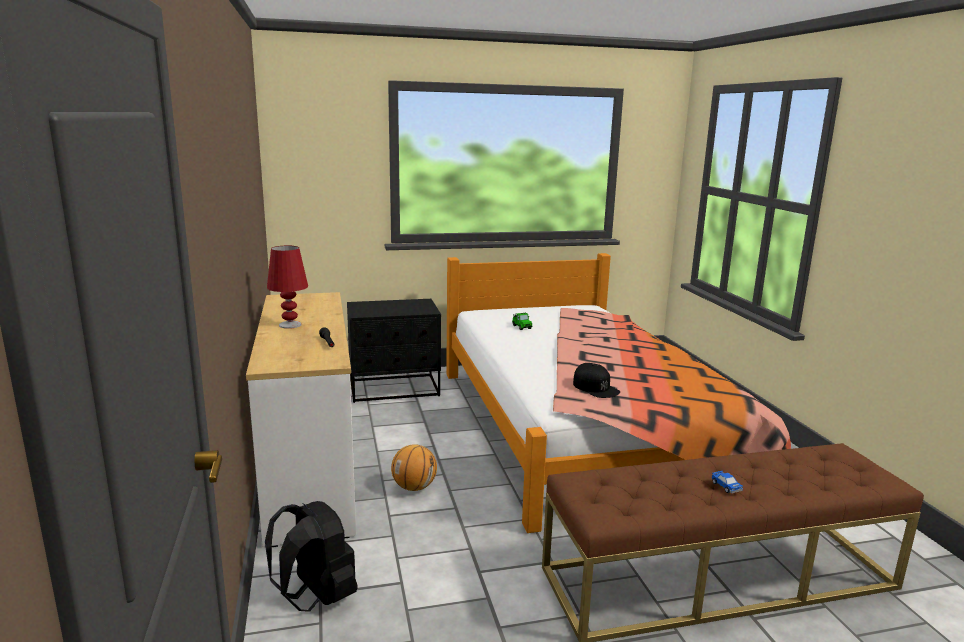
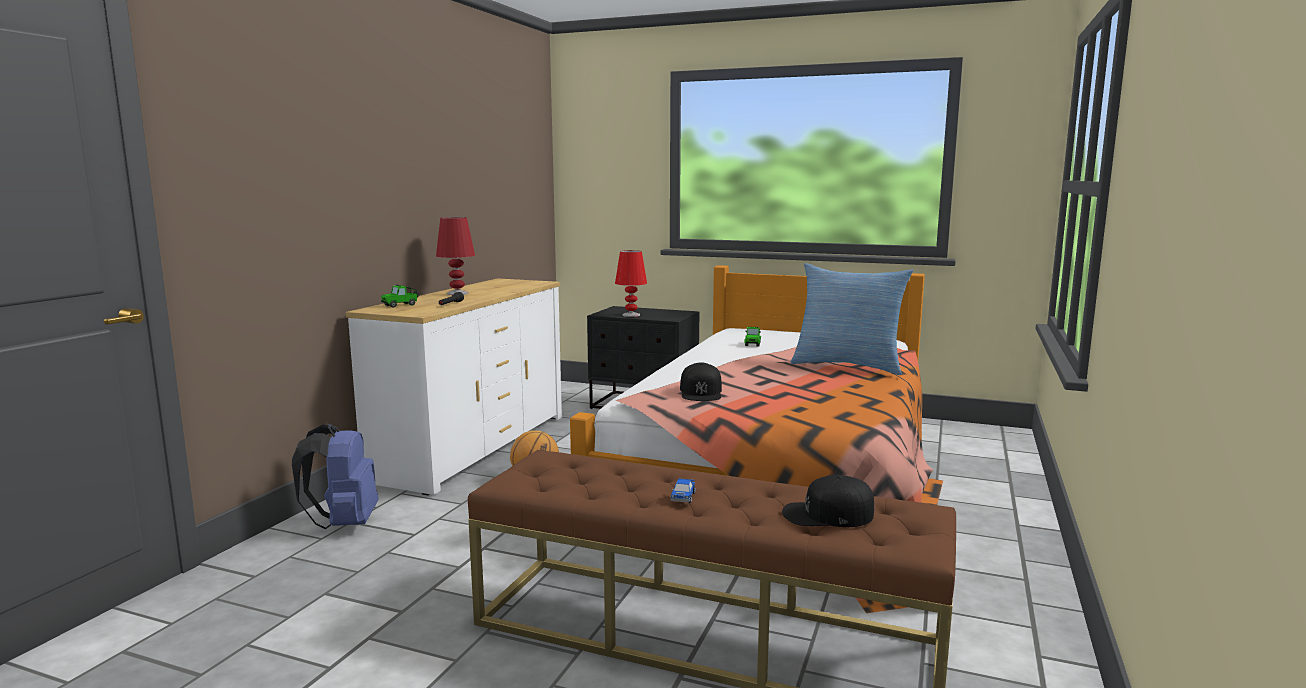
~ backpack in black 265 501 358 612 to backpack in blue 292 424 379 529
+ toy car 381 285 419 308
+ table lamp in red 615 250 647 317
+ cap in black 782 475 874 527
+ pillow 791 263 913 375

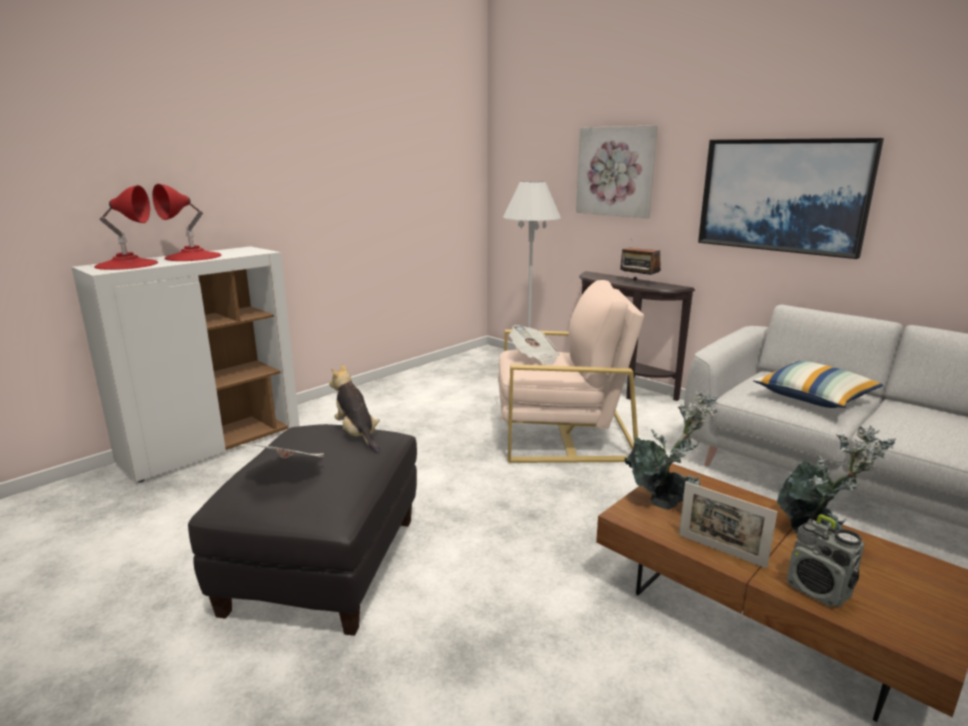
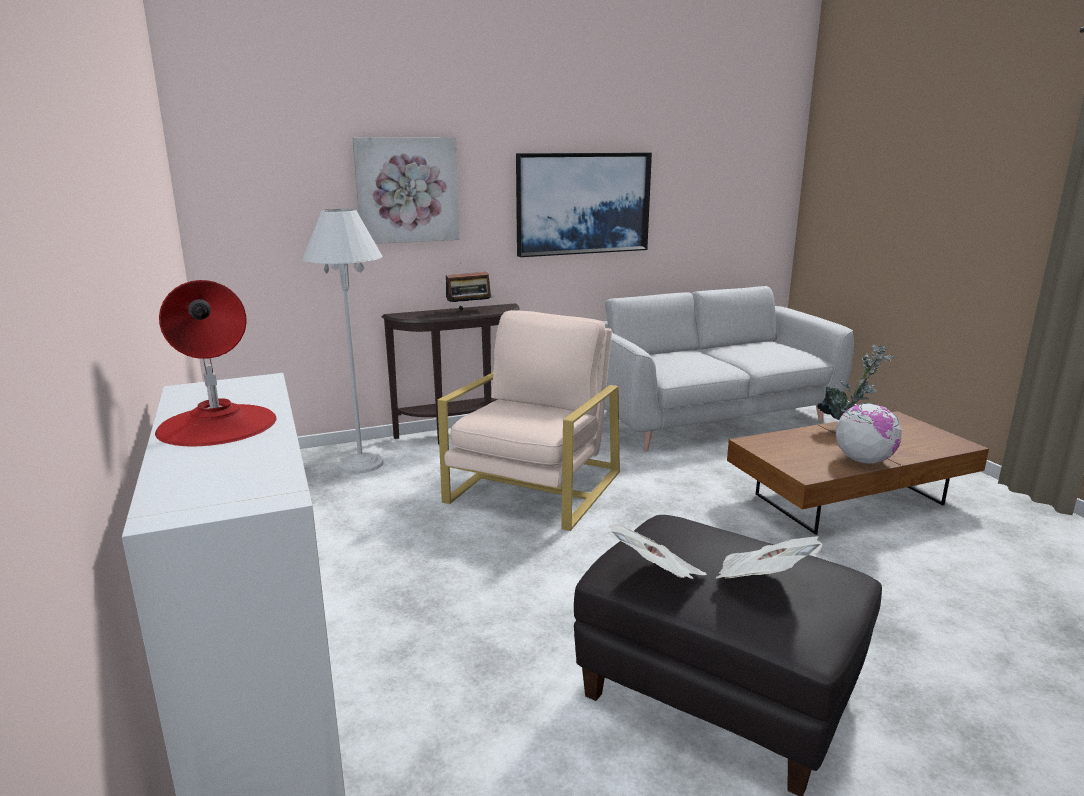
~ newspaper 509 325 560 366 to 608 525 707 579
~ picture frame 679 482 777 569 to globe 836 403 902 464
- table lamp in red 94 185 158 270
- plush toy 329 364 380 453
- potted plant 625 390 718 510
- pillow 753 361 883 408
- radio 787 514 865 607

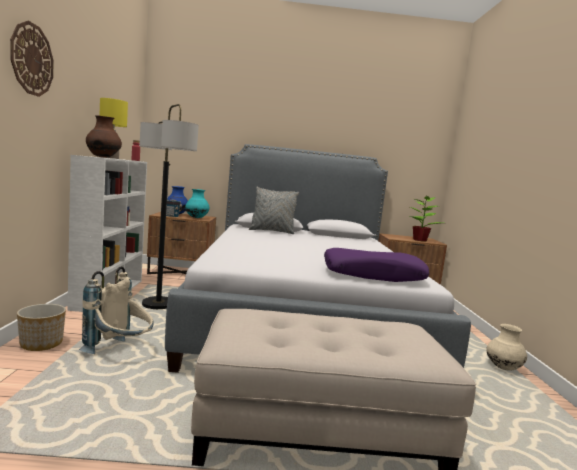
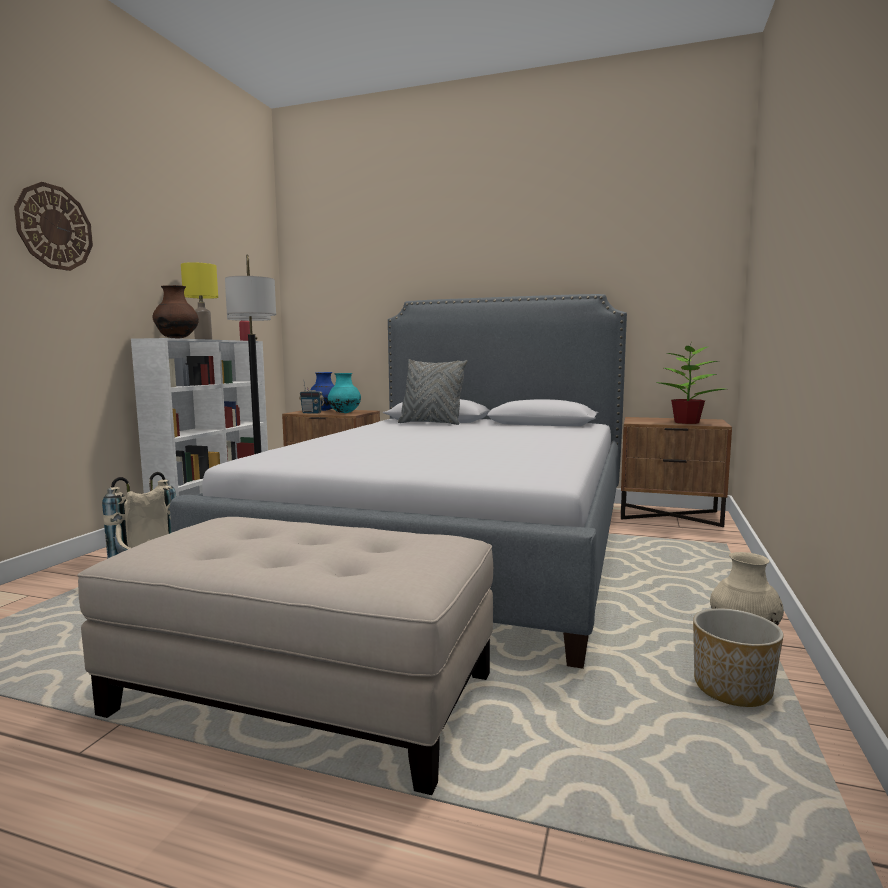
~ planter 17 304 66 351 to 693 608 784 707
- pillow in purple 324 248 429 282

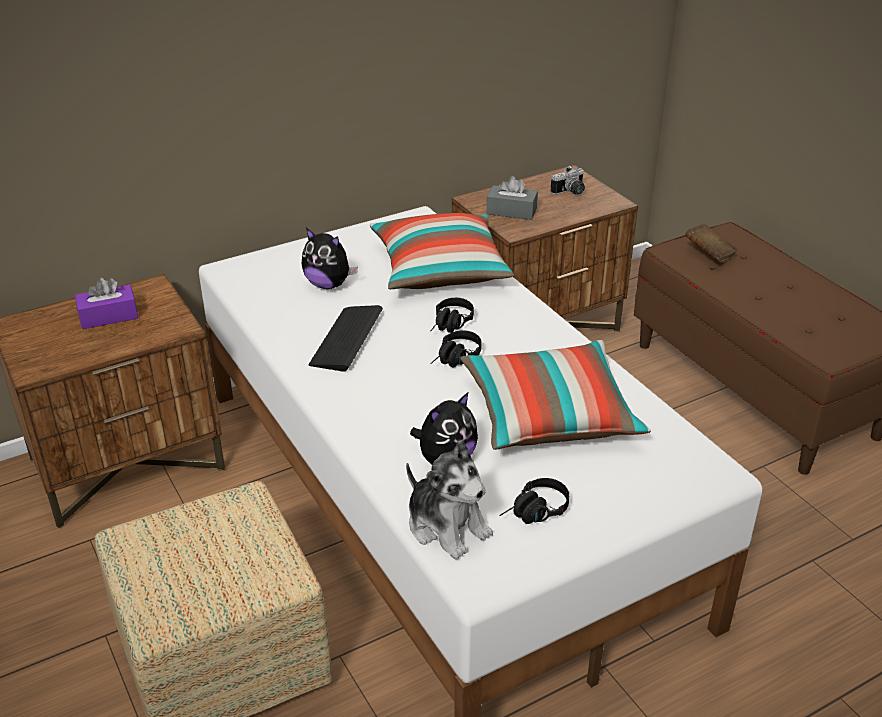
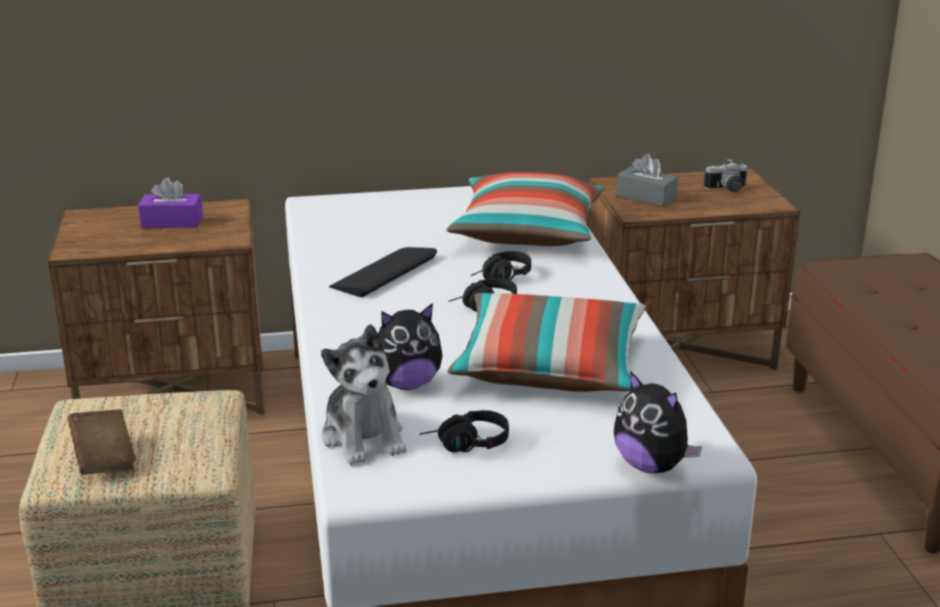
~ book in brown 685 224 738 263 to 68 409 136 474
~ plush toy 302 228 358 289 to 614 371 702 473

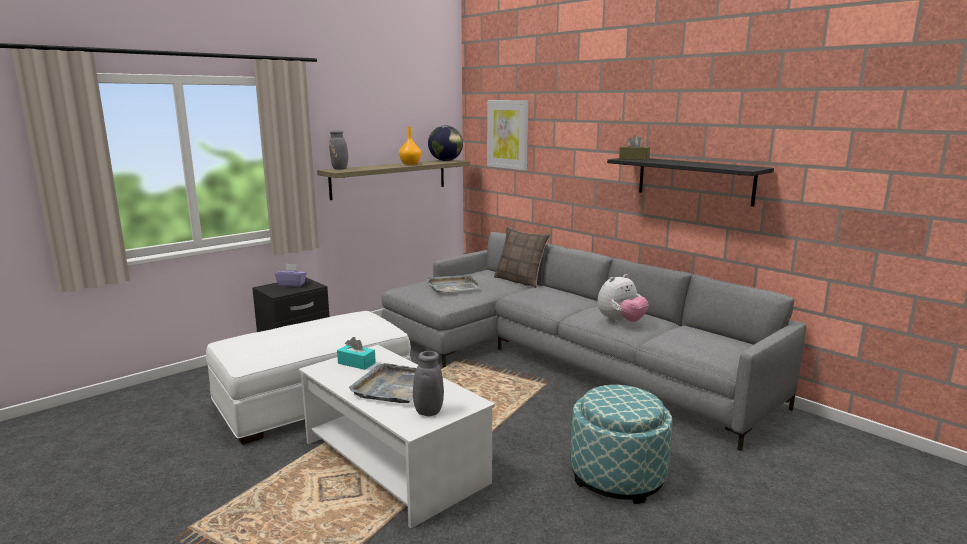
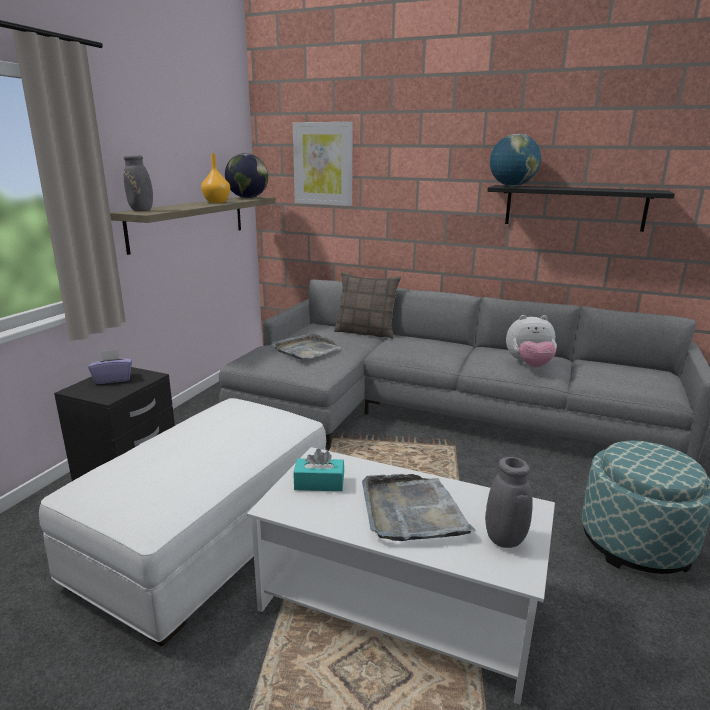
~ tissue box in brown 619 135 650 160 to globe 490 134 541 187
~ plush toy 597 274 649 322 = 506 315 557 367 60 degrees clockwise

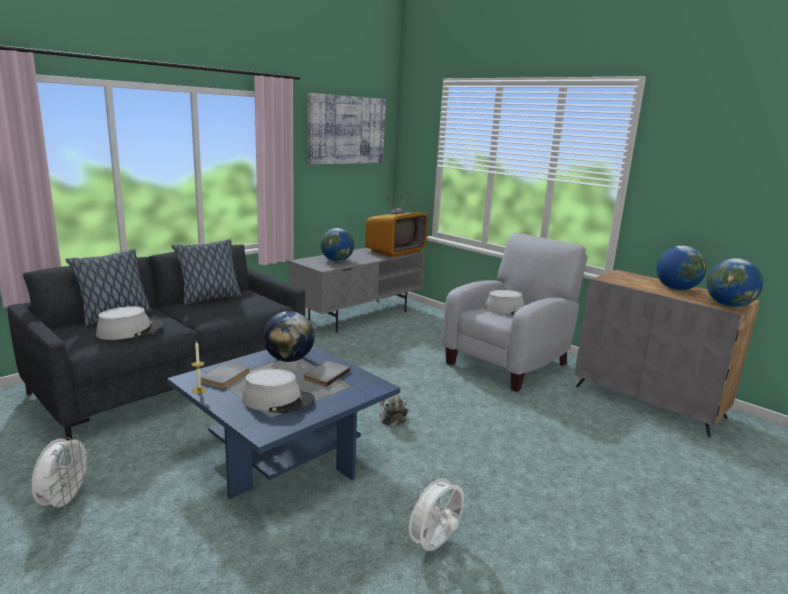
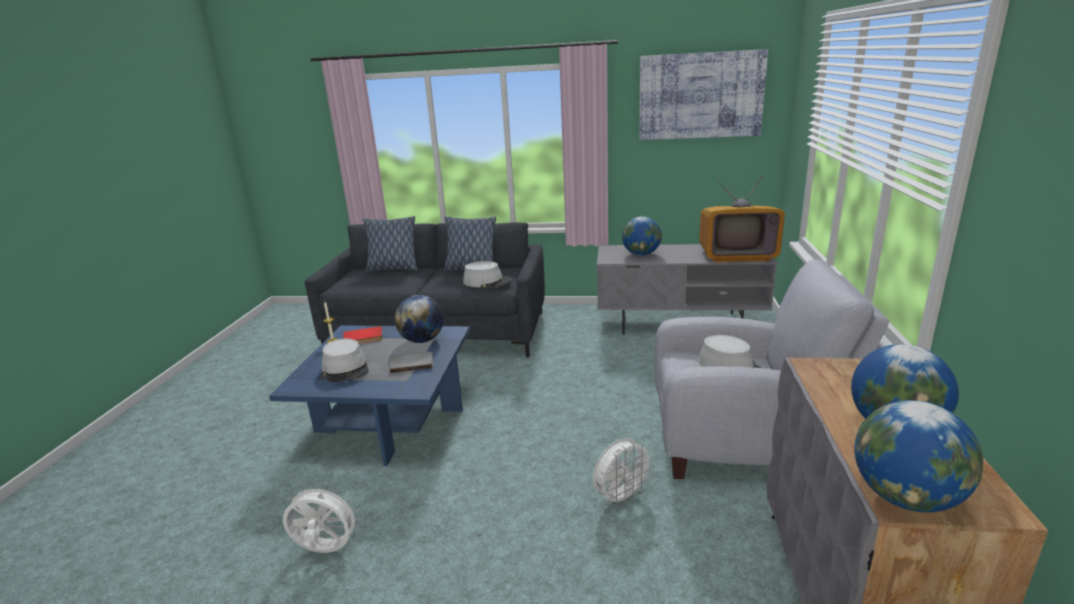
~ book in grey 201 362 250 389 to book in red 343 326 383 344
~ hat in grey 96 306 164 340 to 463 261 512 288
~ fan in white 32 435 92 512 to 593 438 655 508
- plush toy 380 394 408 427

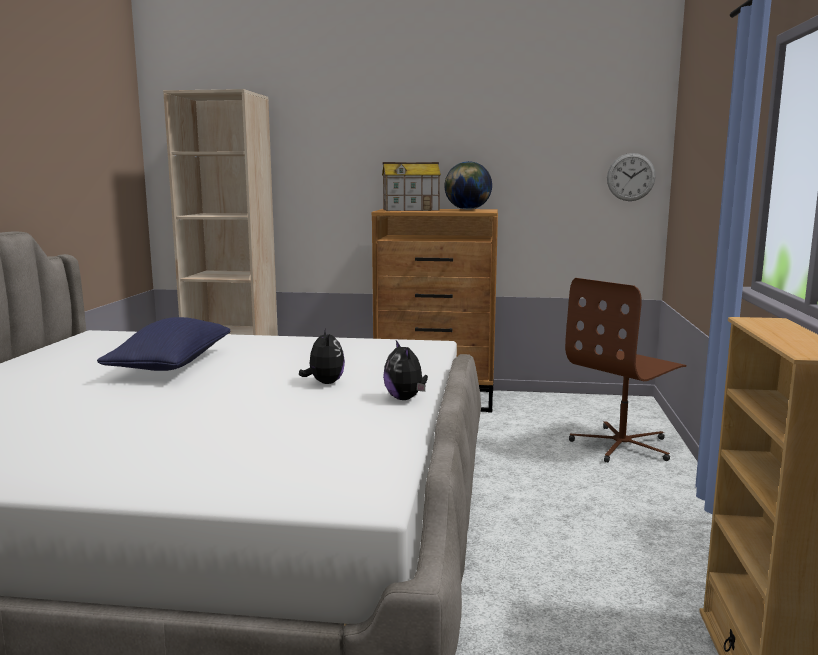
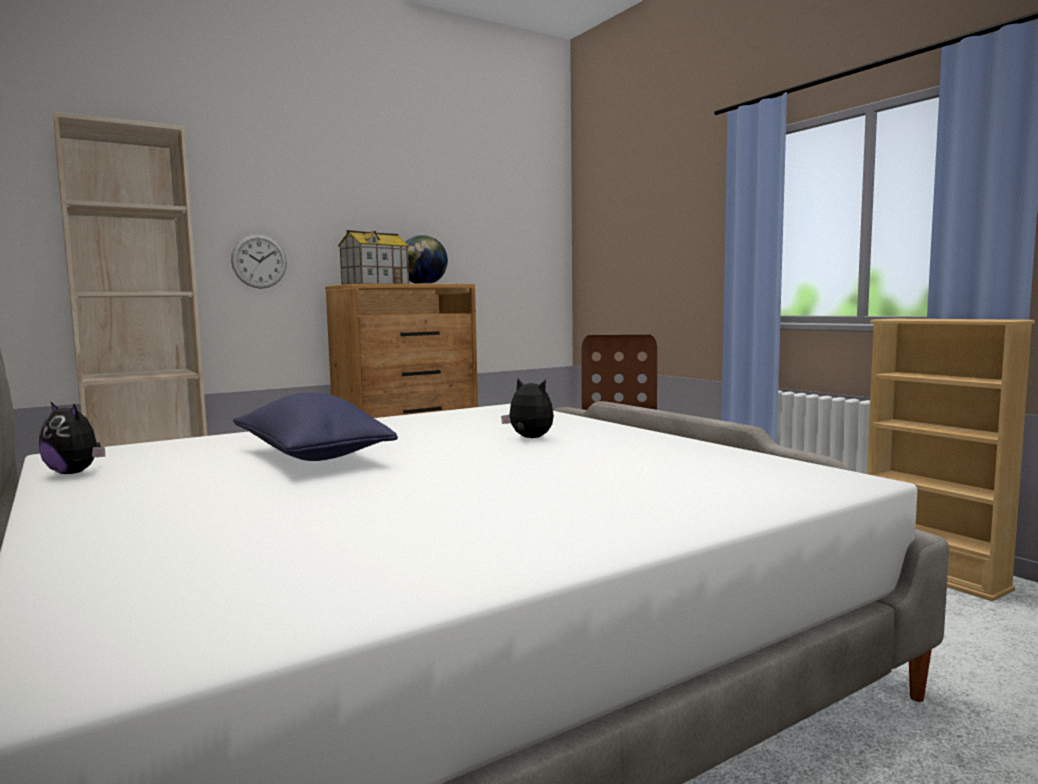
~ plush toy 383 340 428 400 to 39 401 105 474
~ wall clock 607 153 656 201 to 231 234 287 289

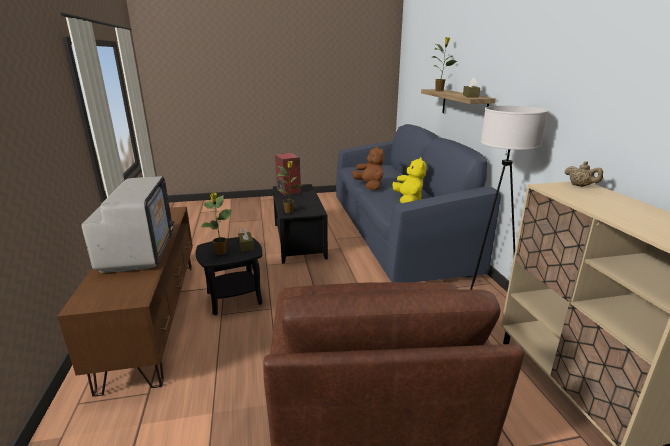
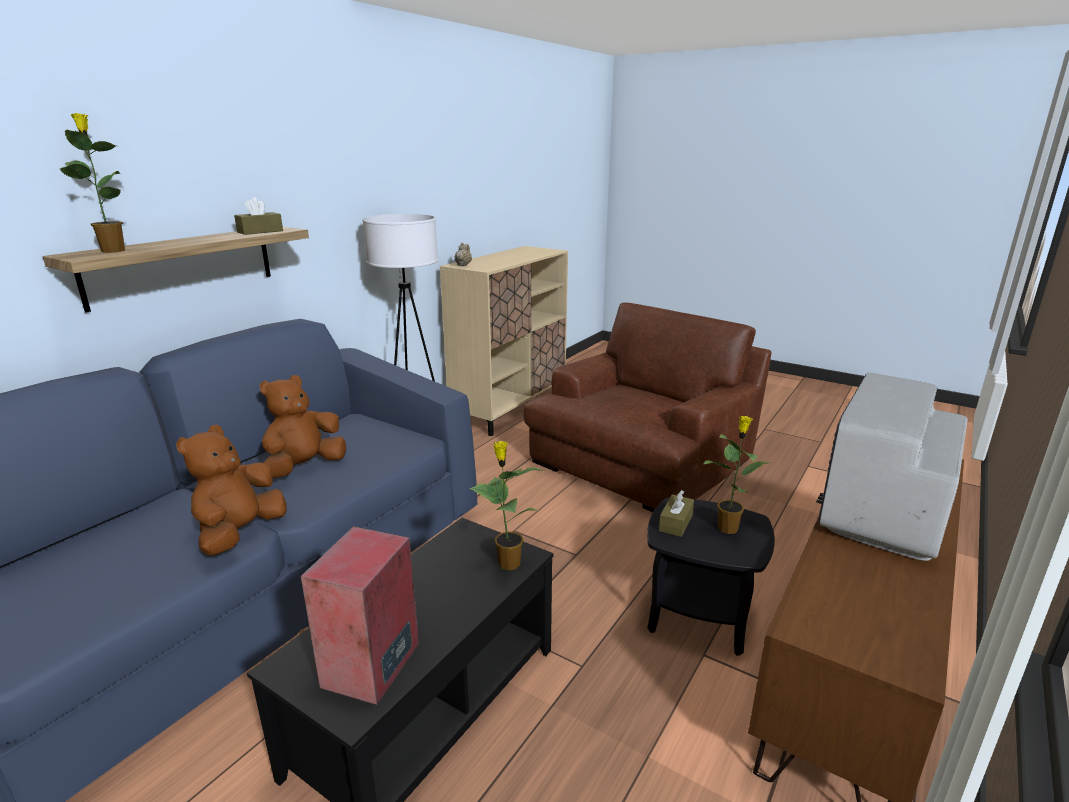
~ plush toy in yellow 392 157 426 203 to plush toy in brown 260 375 346 478

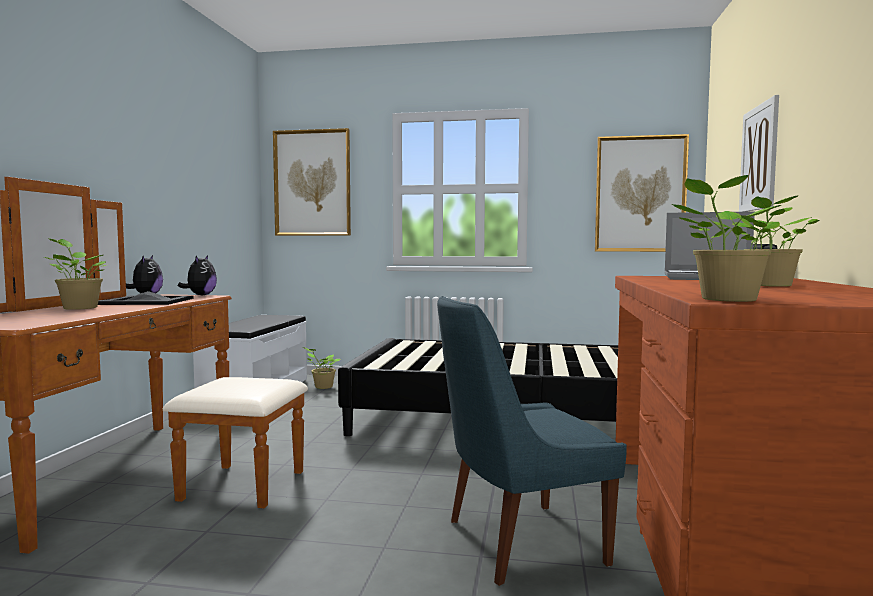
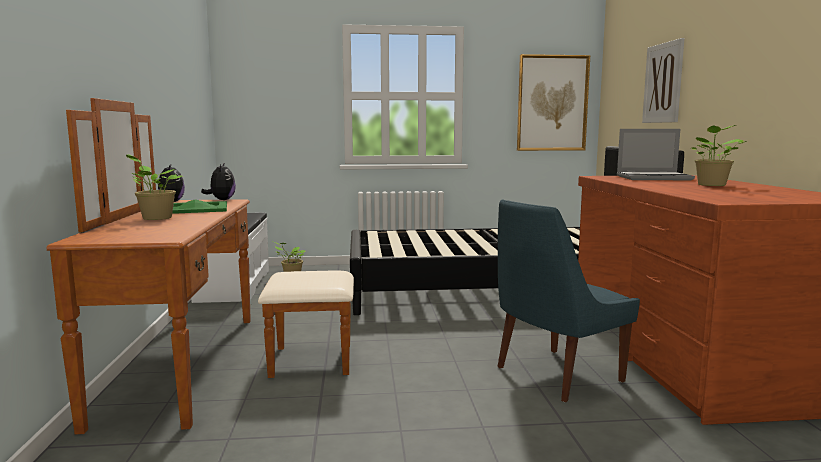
~ tray in black 98 291 194 305 to tray in green 172 199 227 214
- picture 273 128 351 236
- potted plant 671 175 793 302

